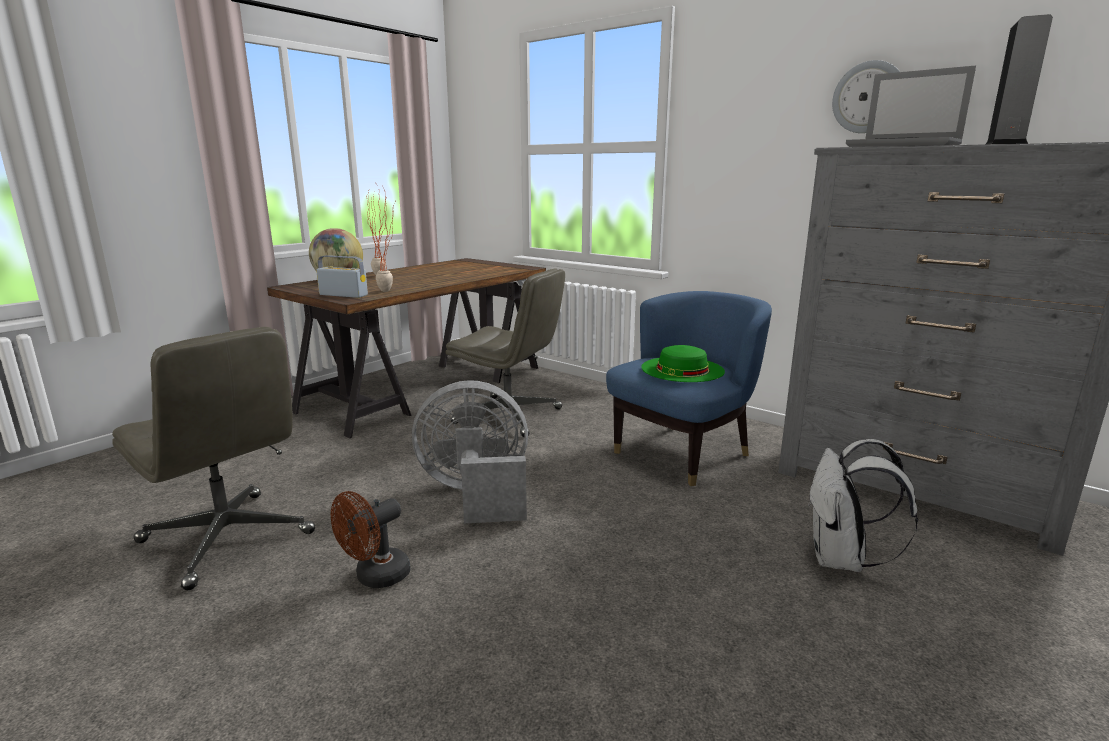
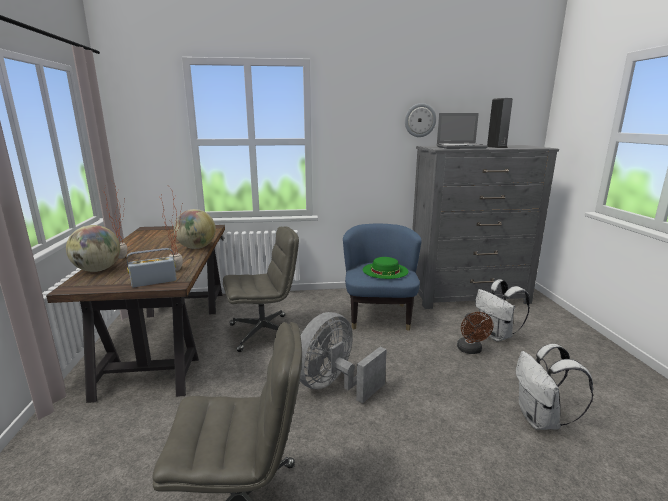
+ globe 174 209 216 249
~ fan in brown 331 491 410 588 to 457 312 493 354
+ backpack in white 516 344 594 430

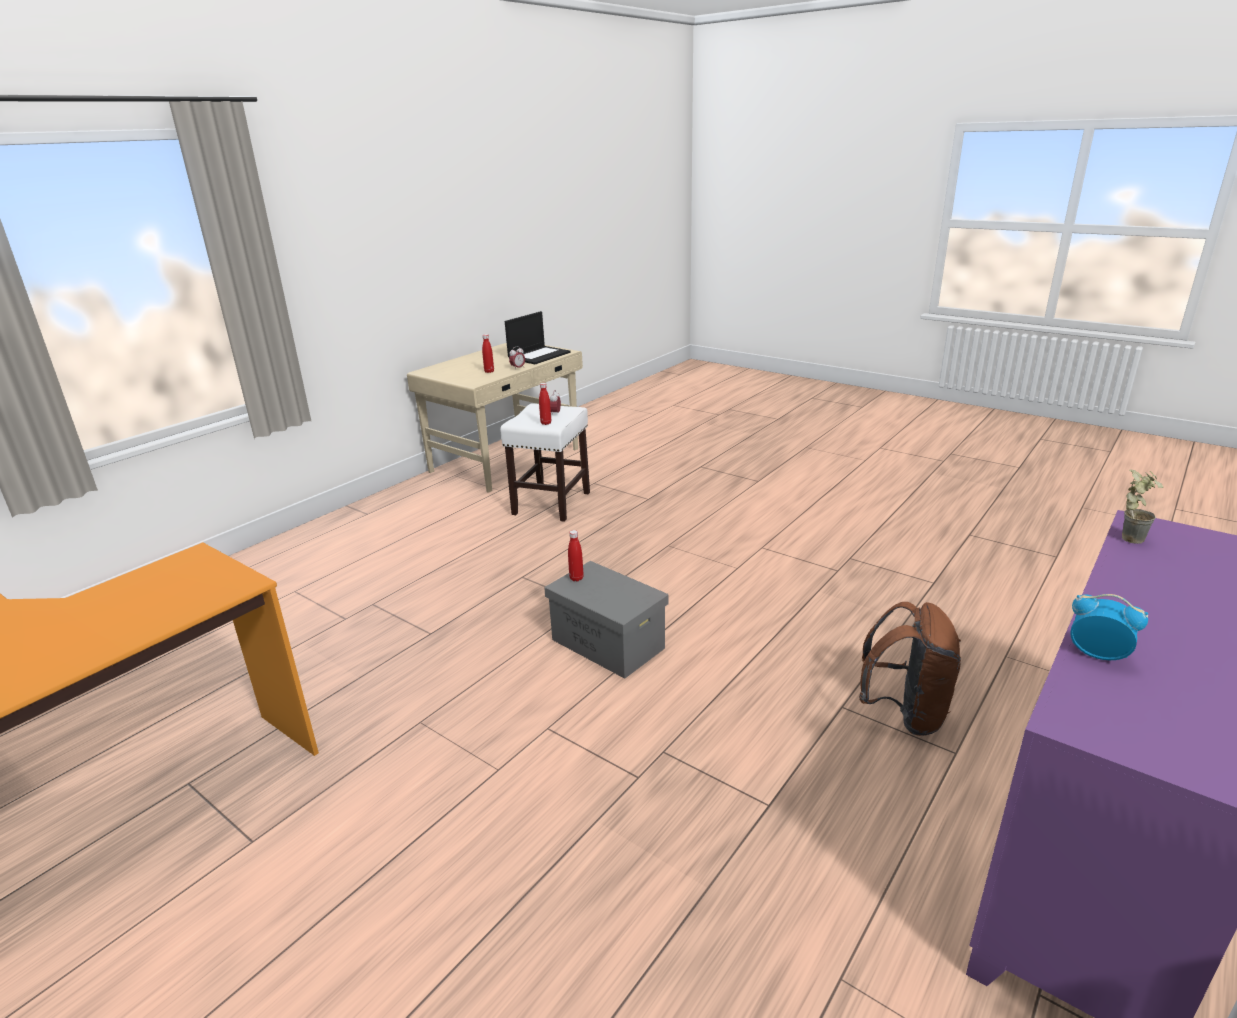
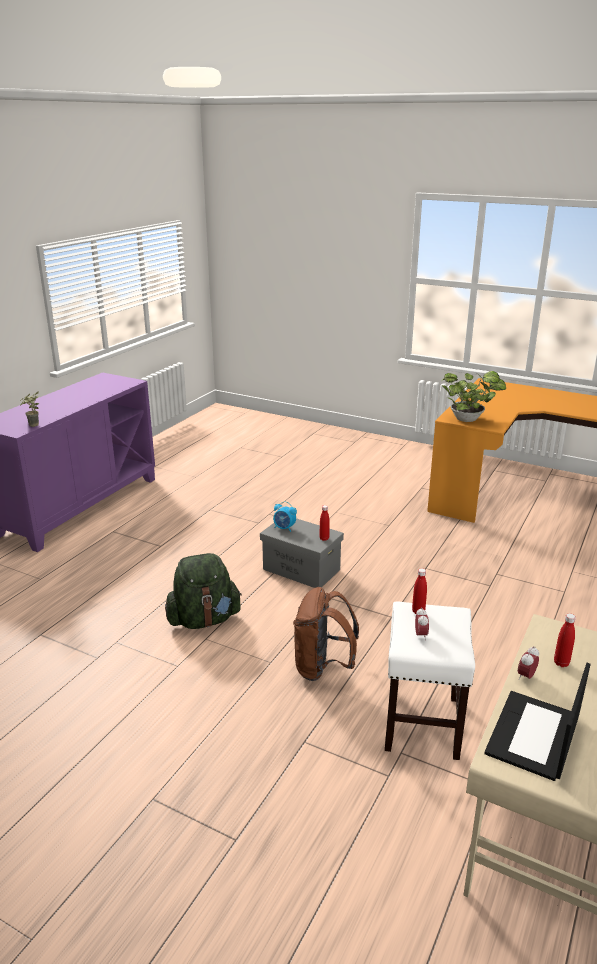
+ backpack in green 165 553 242 629
~ alarm clock 1070 594 1148 660 to 273 501 297 532
~ backpack in brown 859 602 961 736 to 293 587 359 681
+ potted plant 441 371 506 422

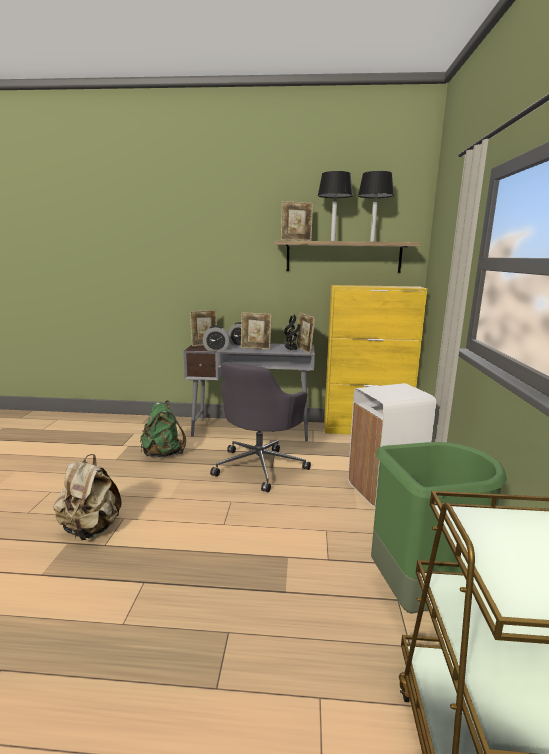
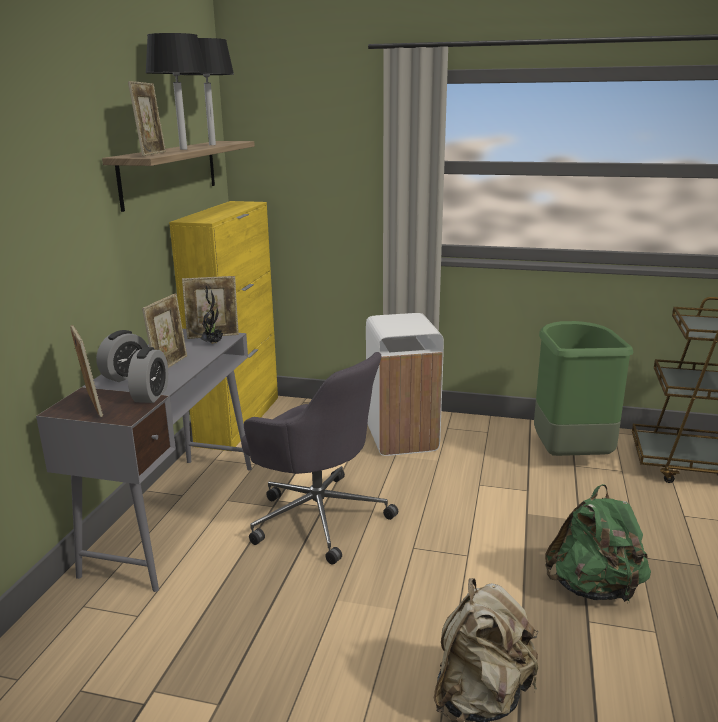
~ backpack in green 140 400 186 457 to 545 484 651 602

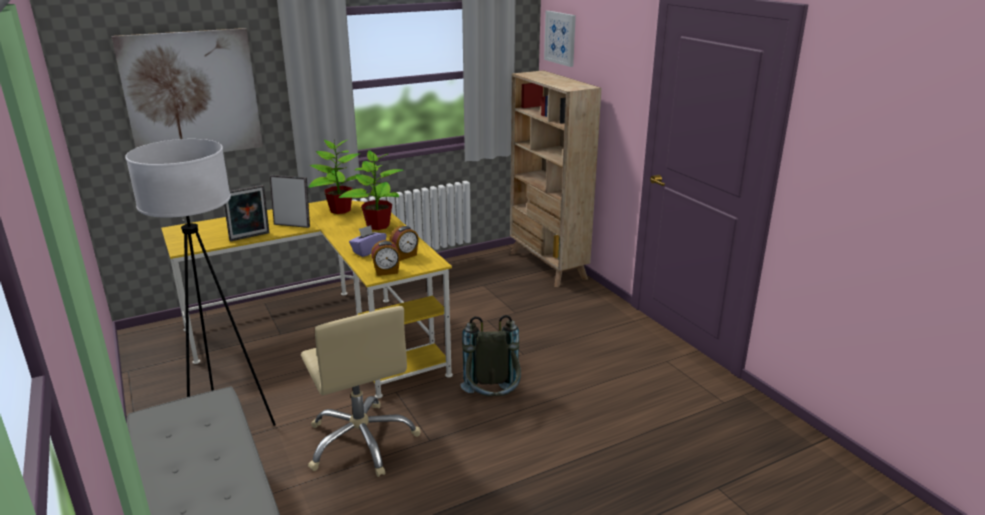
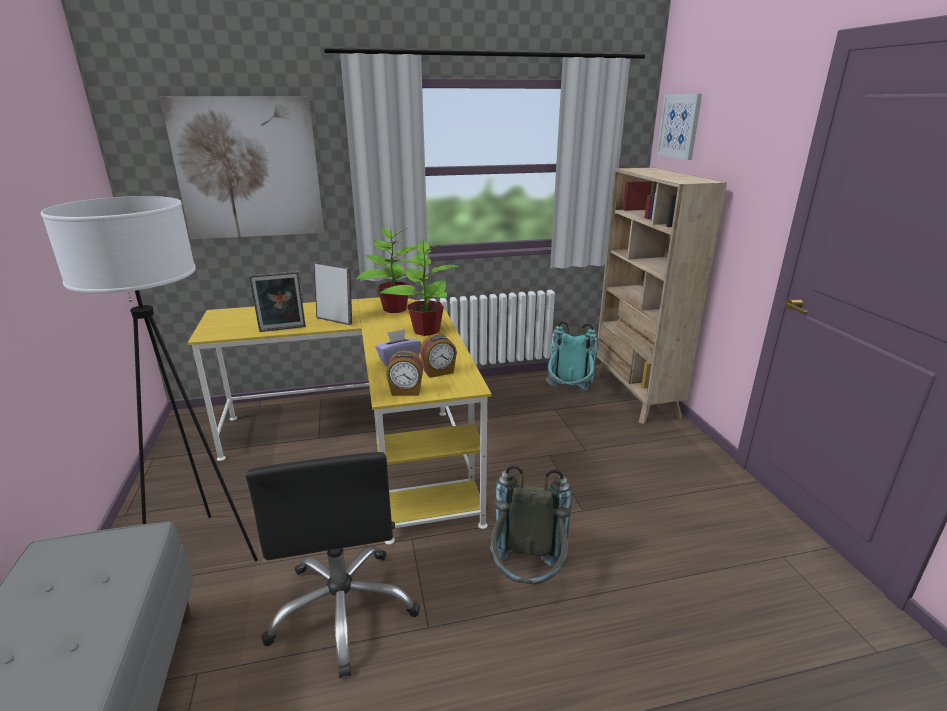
~ office chair in beige 301 306 421 477 to office chair in black 246 452 420 678
+ backpack in turquoise 546 321 599 391

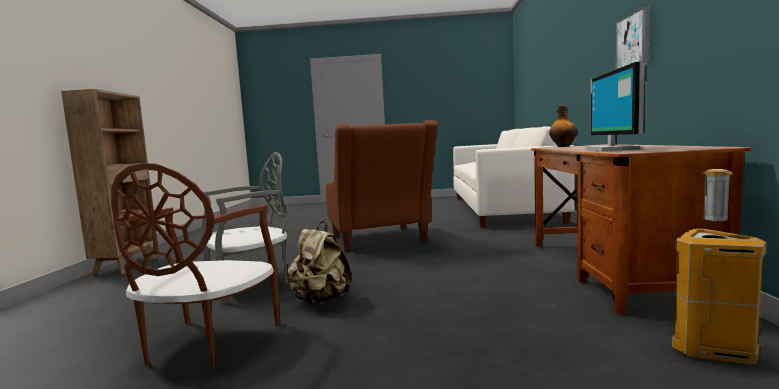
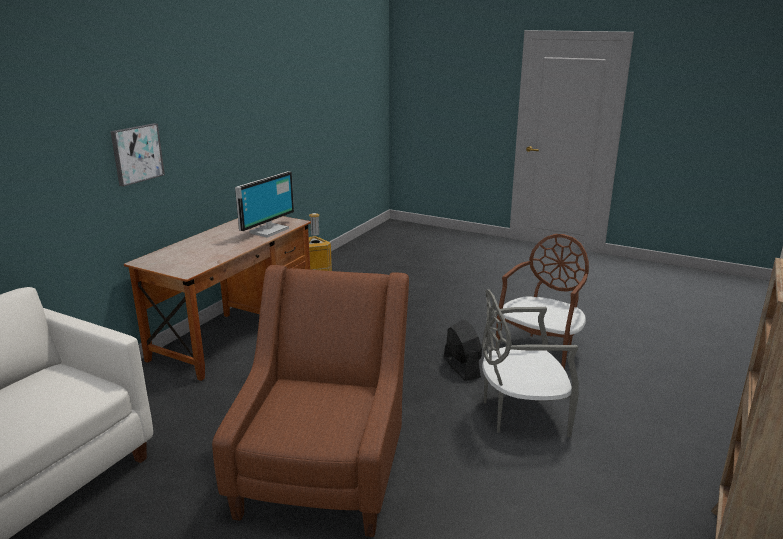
~ backpack in beige 287 221 352 305 to fan in black 444 320 482 381
- bottle 549 105 577 147

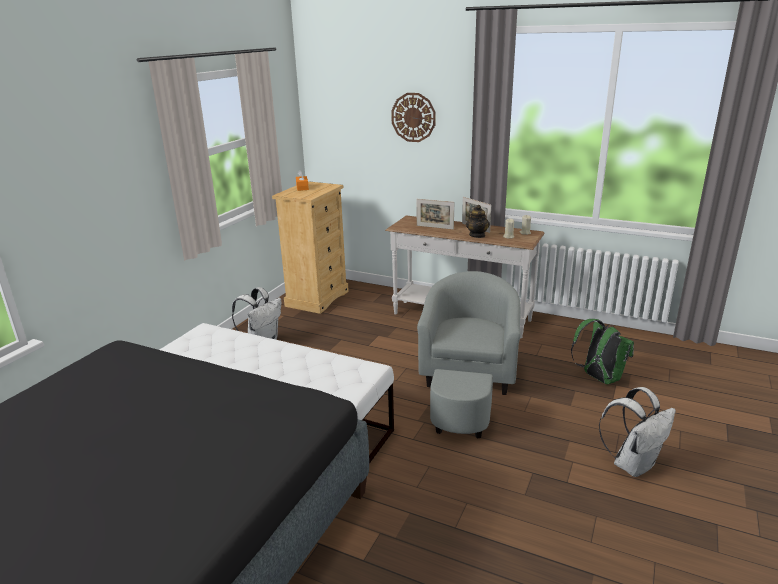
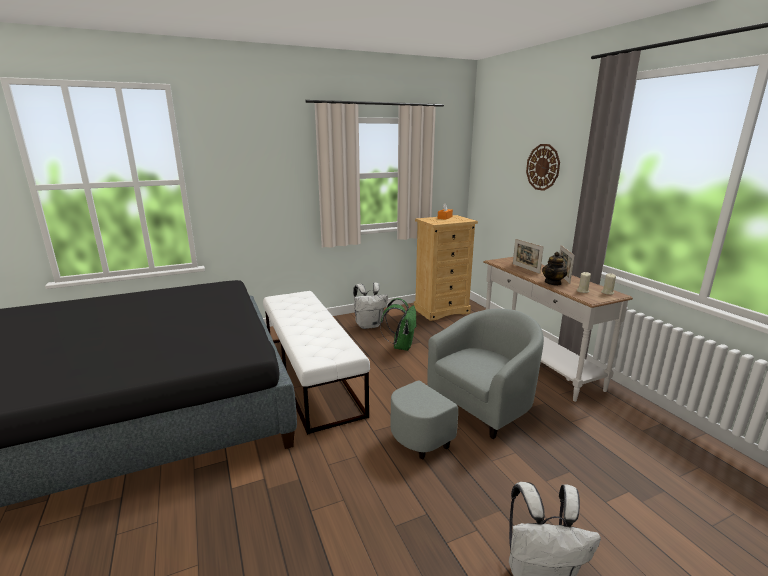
~ backpack in green 571 319 634 384 to 380 298 417 351

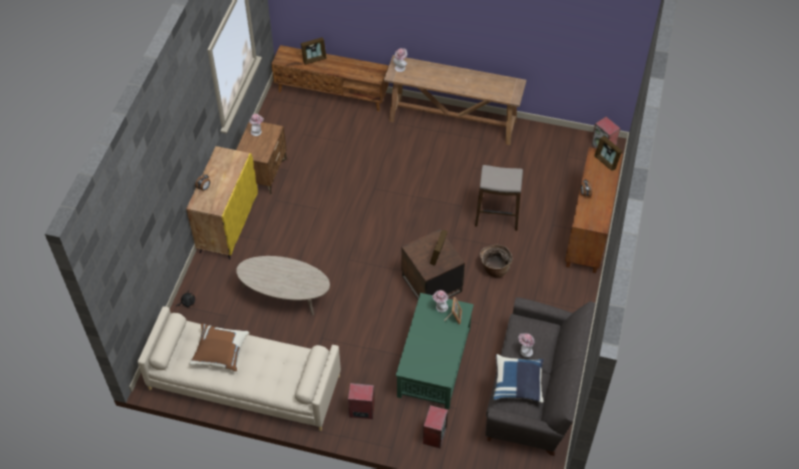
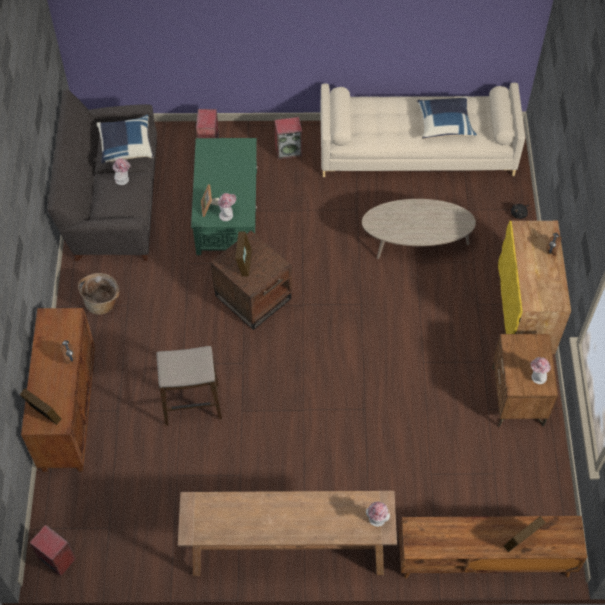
~ basket 480 245 513 278 to 78 273 120 315
~ pillow in brown 189 323 250 372 to pillow in blue 417 96 477 139

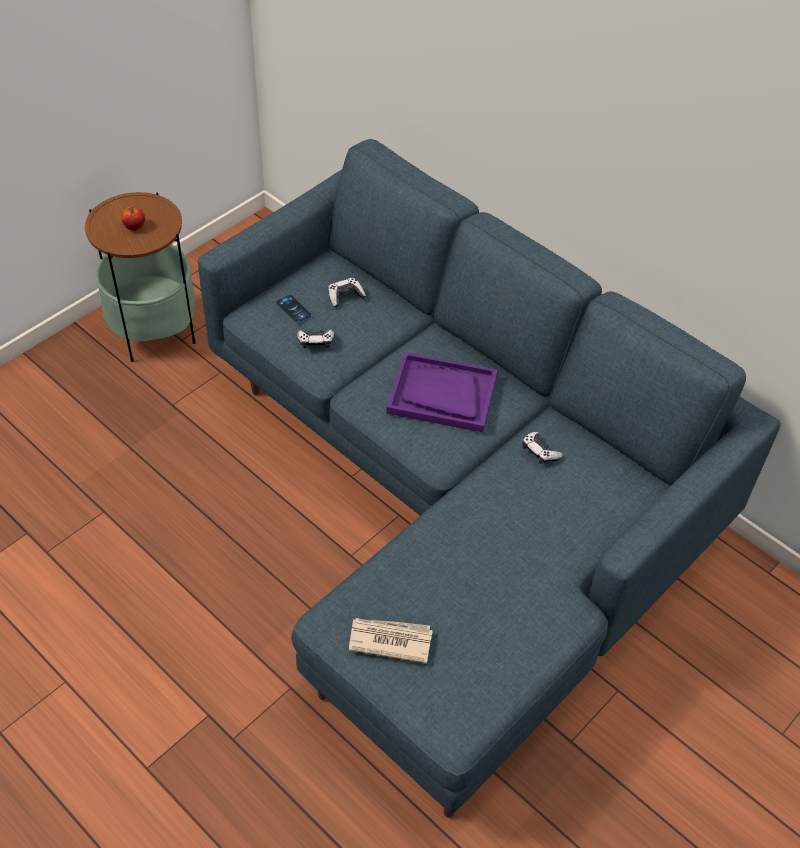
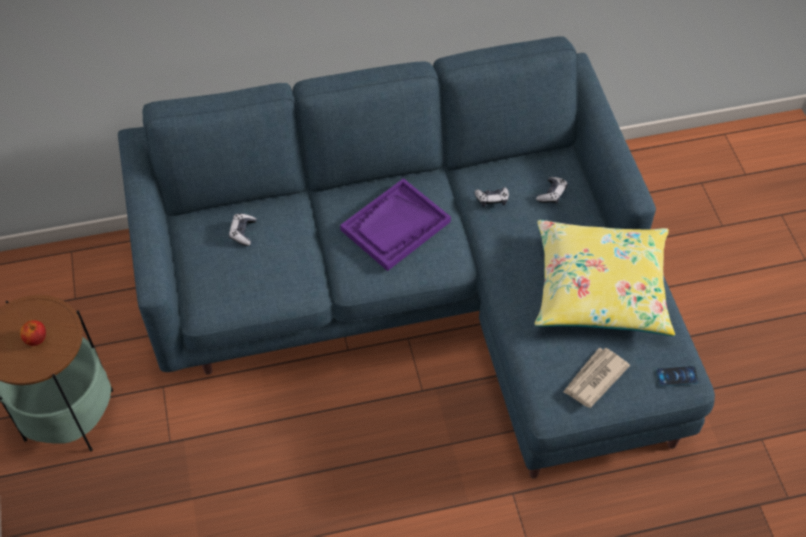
+ pillow in yellow 535 220 675 336
~ game controller 297 329 334 348 to 536 177 568 204
~ phone 276 294 312 324 to 656 366 699 386

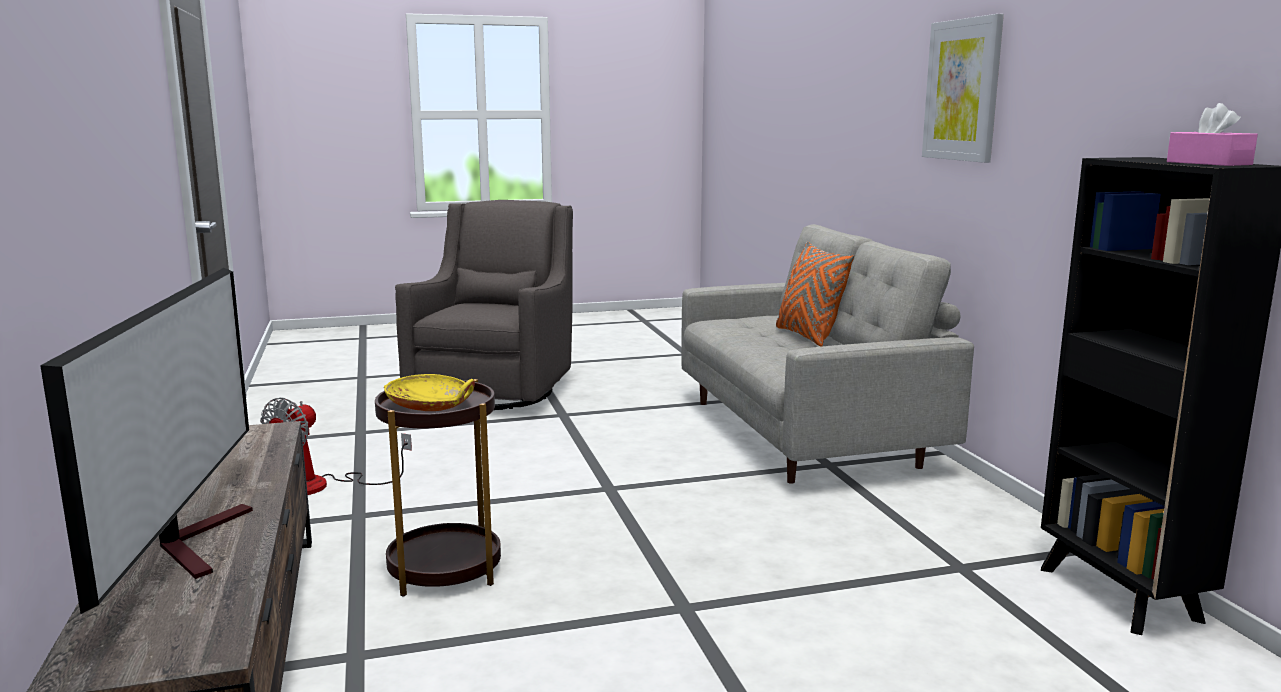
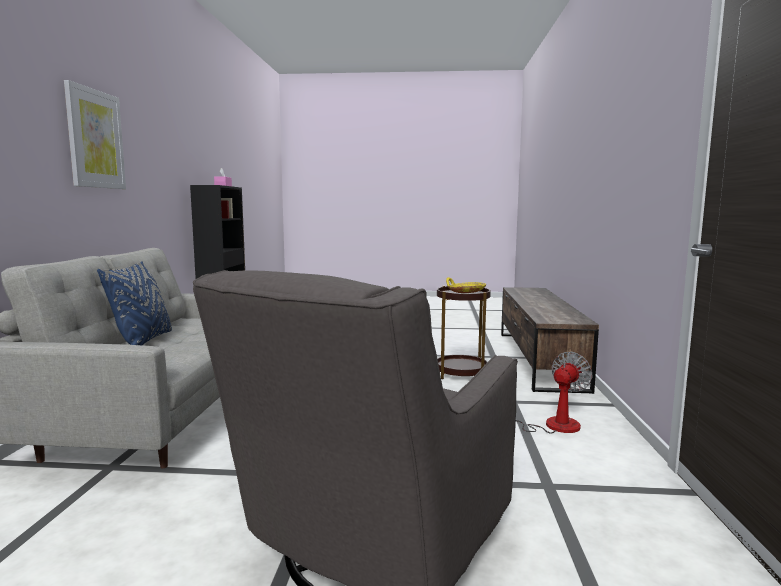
~ pillow in orange 776 241 854 347 to pillow in blue 97 261 172 345
- television 40 268 253 614

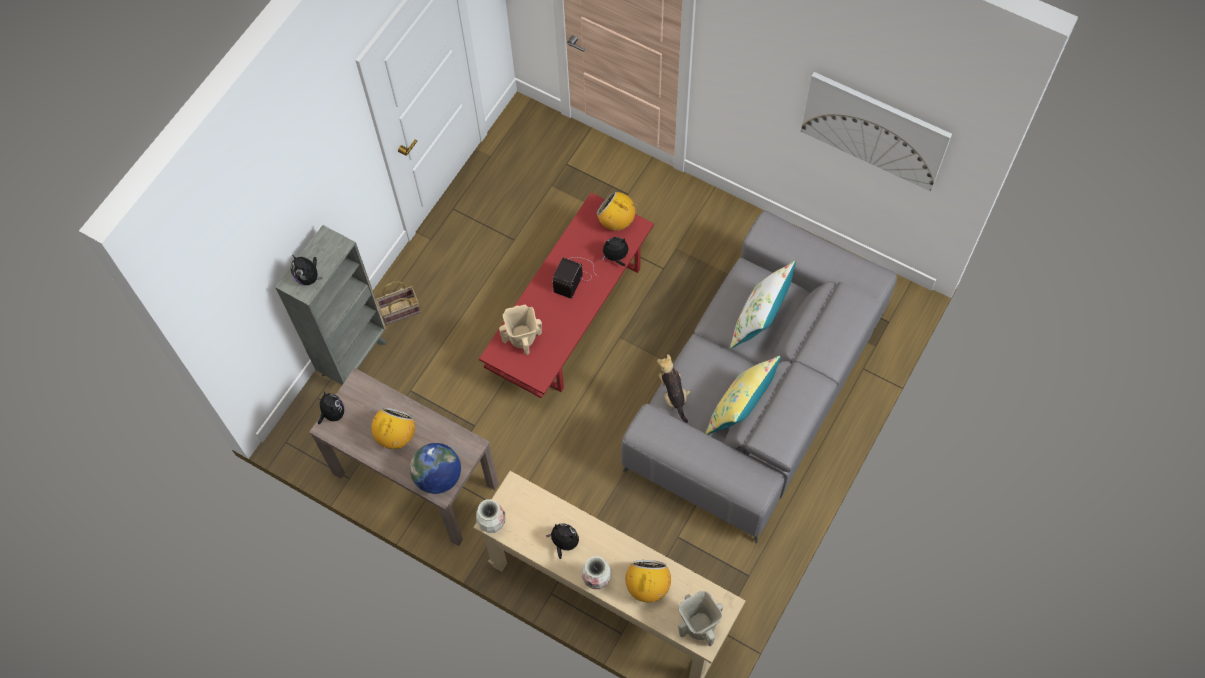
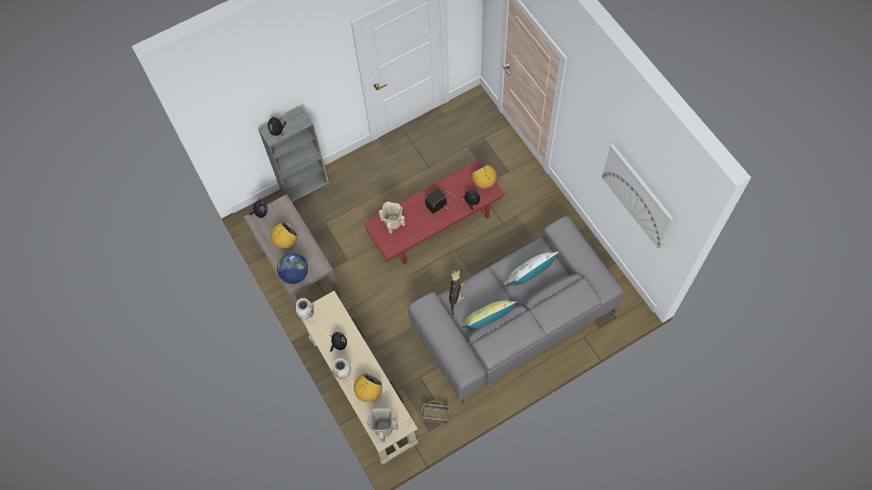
~ basket 376 281 421 325 to 421 401 450 424

